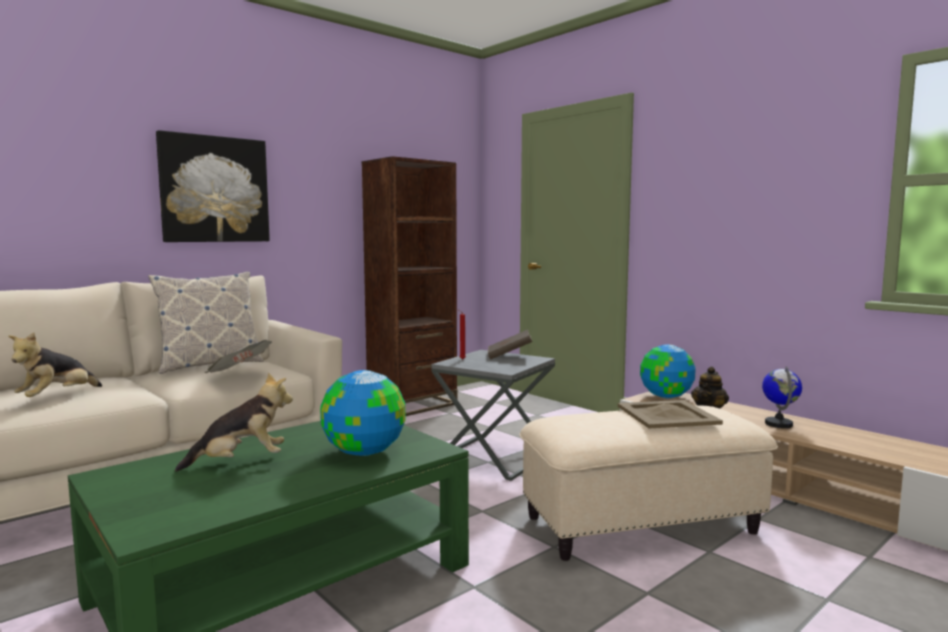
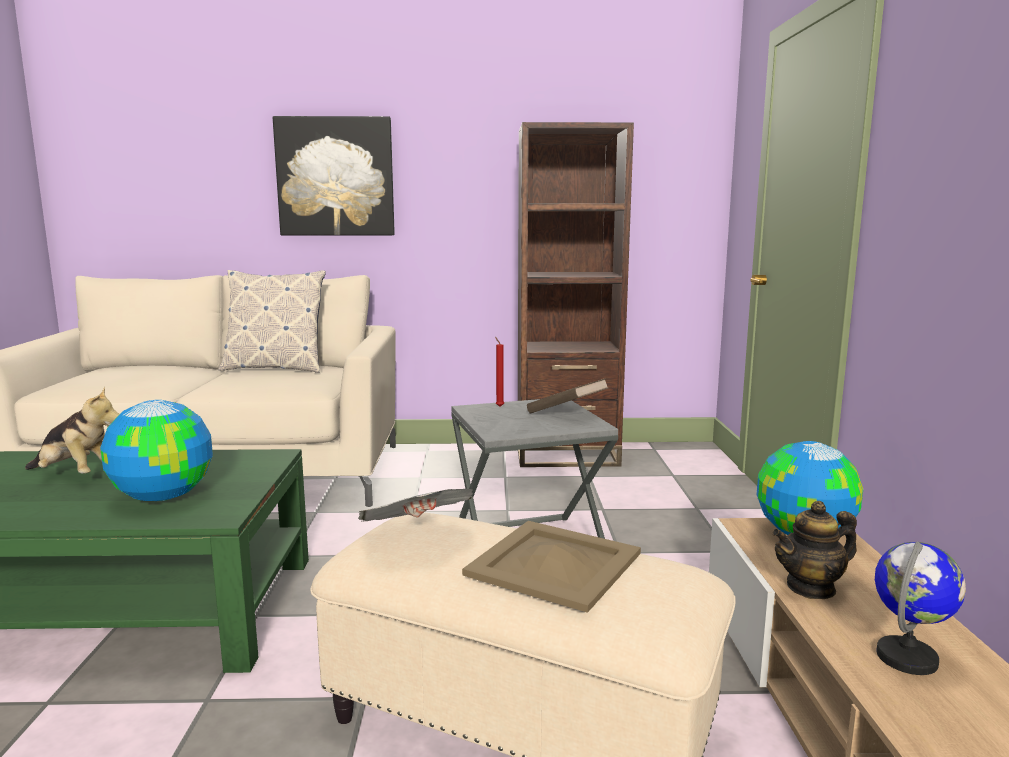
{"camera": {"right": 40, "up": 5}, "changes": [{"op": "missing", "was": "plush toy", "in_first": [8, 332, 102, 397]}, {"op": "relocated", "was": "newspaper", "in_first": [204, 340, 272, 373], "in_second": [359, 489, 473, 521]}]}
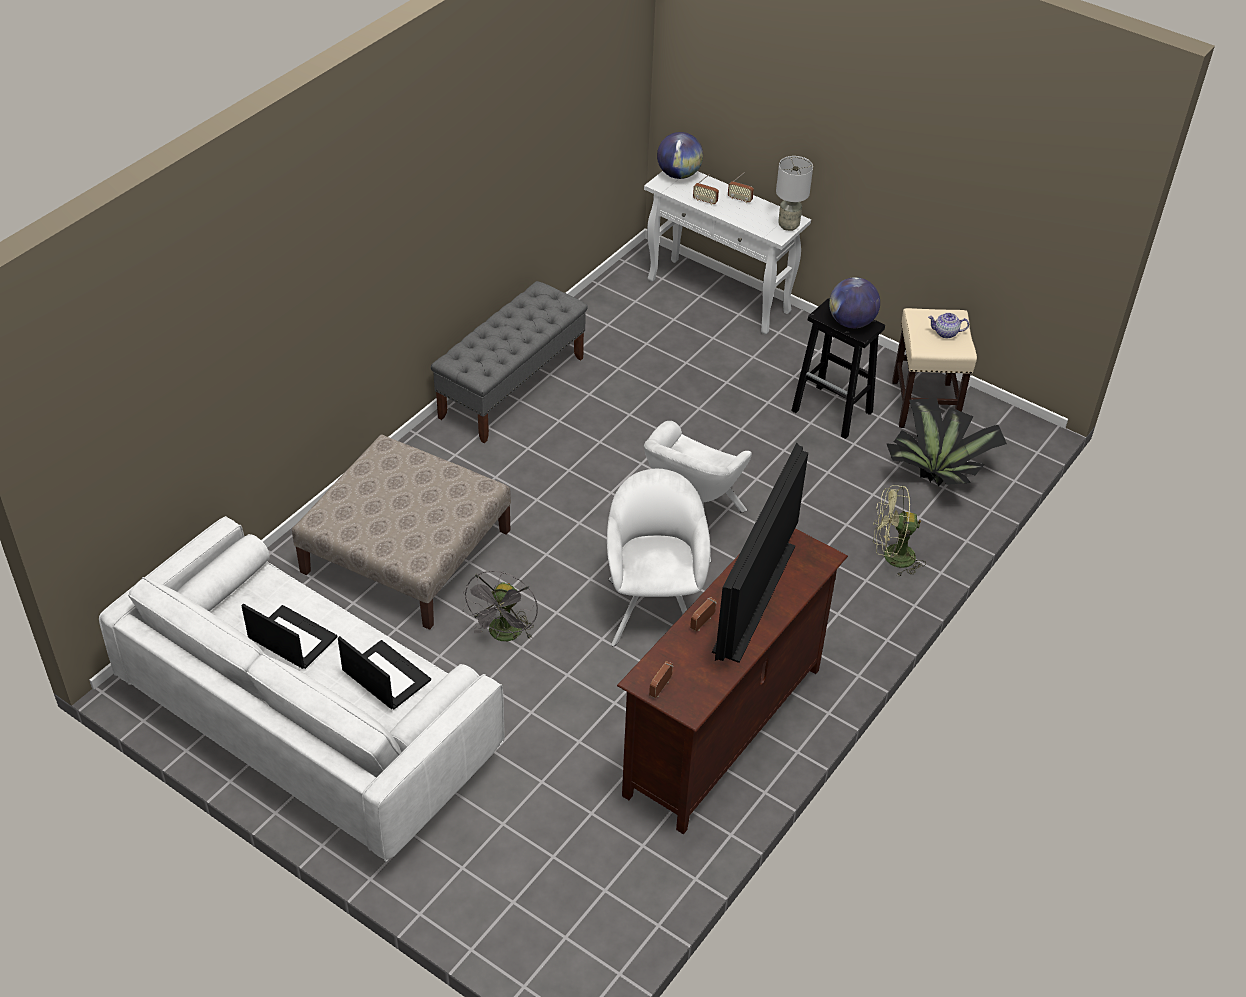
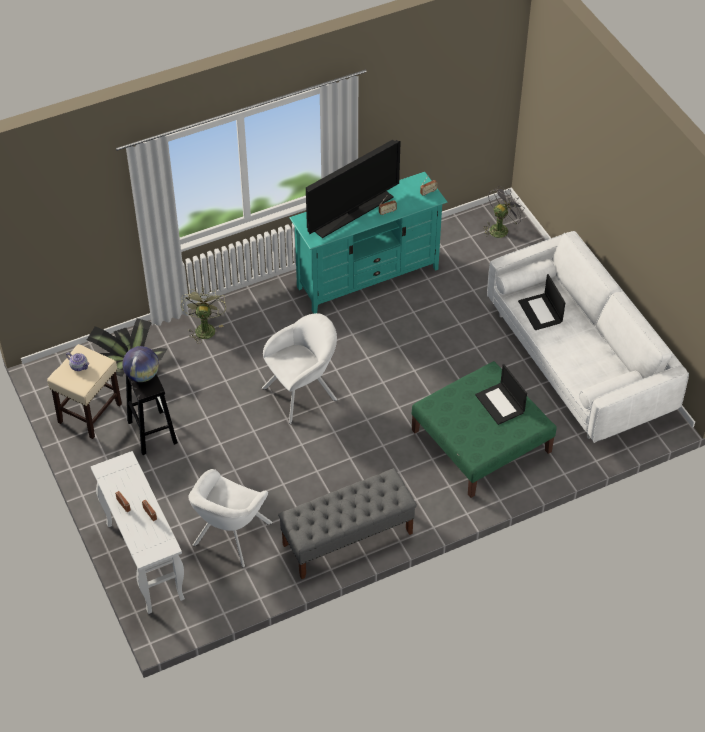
{"camera": {"right": -150, "up": 5}, "changes": [{"op": "relocated", "was": "laptop", "in_first": [241, 604, 337, 669], "in_second": [475, 364, 527, 425]}, {"op": "colour", "was": "ottoman in beige", "now": "ottoman in green", "in_first": [292, 435, 511, 630], "in_second": [411, 361, 557, 498]}, {"op": "relocated", "was": "fan in grey", "in_first": [463, 571, 538, 641], "in_second": [483, 186, 525, 238]}, {"op": "relocated", "was": "armchair in white", "in_first": [607, 468, 711, 646], "in_second": [188, 469, 273, 568]}, {"op": "colour", "was": "tv stand in brown", "now": "tv stand in turquoise", "in_first": [617, 529, 848, 834], "in_second": [289, 172, 448, 314]}, {"op": "missing", "was": "globe", "in_first": [657, 132, 703, 179]}, {"op": "missing", "was": "table lamp in grey", "in_first": [776, 156, 813, 231]}, {"op": "spun", "was": "fan in green", "in_first": [873, 485, 926, 576], "in_second": [181, 288, 226, 344], "clockwise": -120}]}
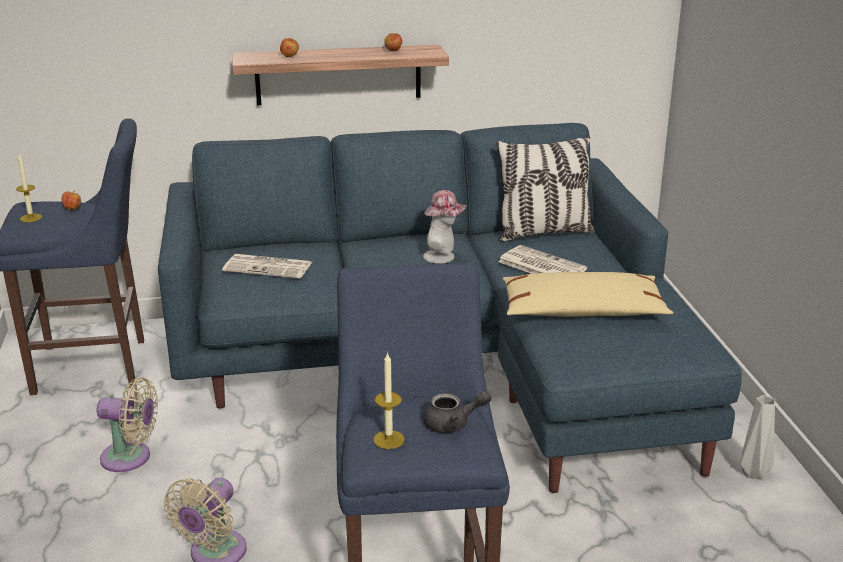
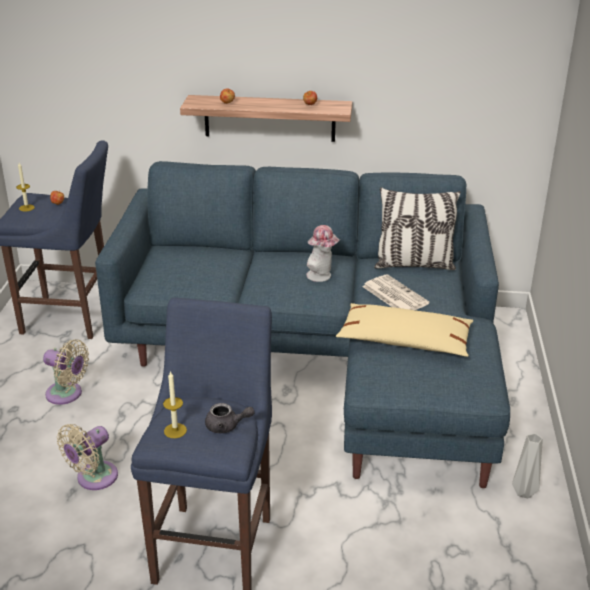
{"camera": {"right": 15, "up": 5}, "changes": [{"op": "missing", "was": "newspaper", "in_first": [222, 254, 312, 279]}]}
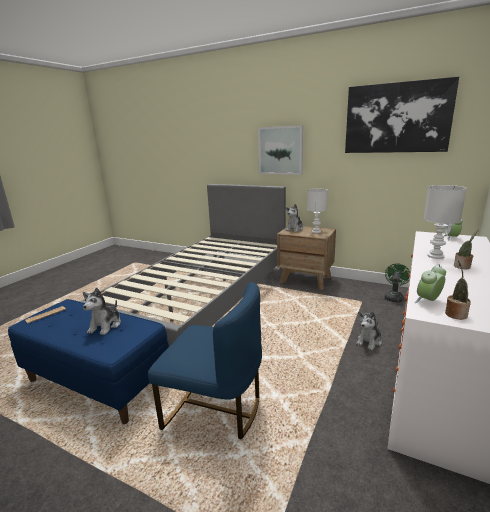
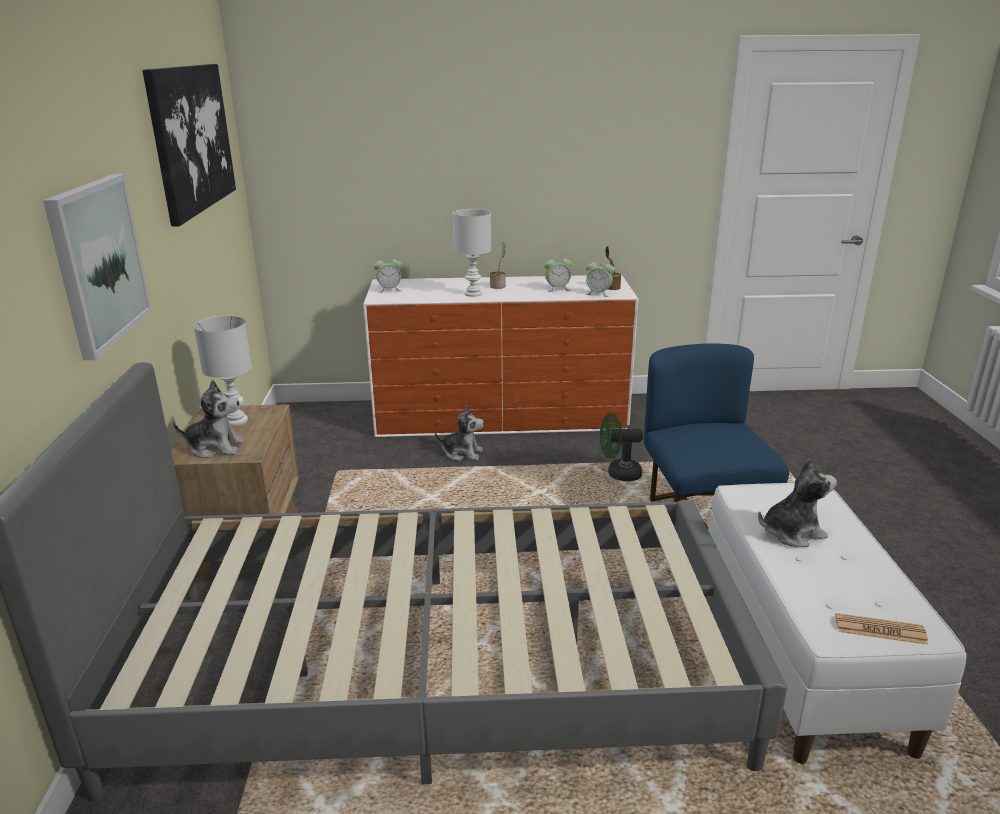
{"camera": {"right": -120, "up": 5}, "changes": [{"op": "colour", "was": "bench in blue", "now": "bench in white", "in_first": [8, 299, 169, 424], "in_second": [708, 483, 966, 764]}, {"op": "relocated", "was": "fan in green", "in_first": [385, 263, 410, 302], "in_second": [600, 413, 643, 481]}, {"op": "appeared", "now": "alarm clock", "in_second": [544, 254, 572, 292]}]}
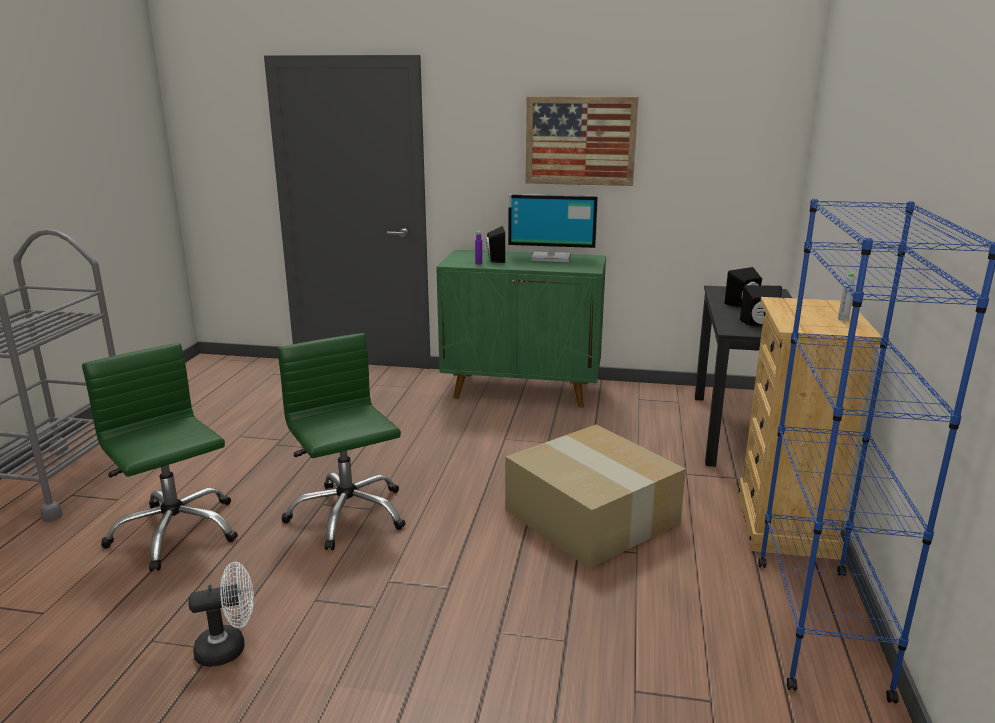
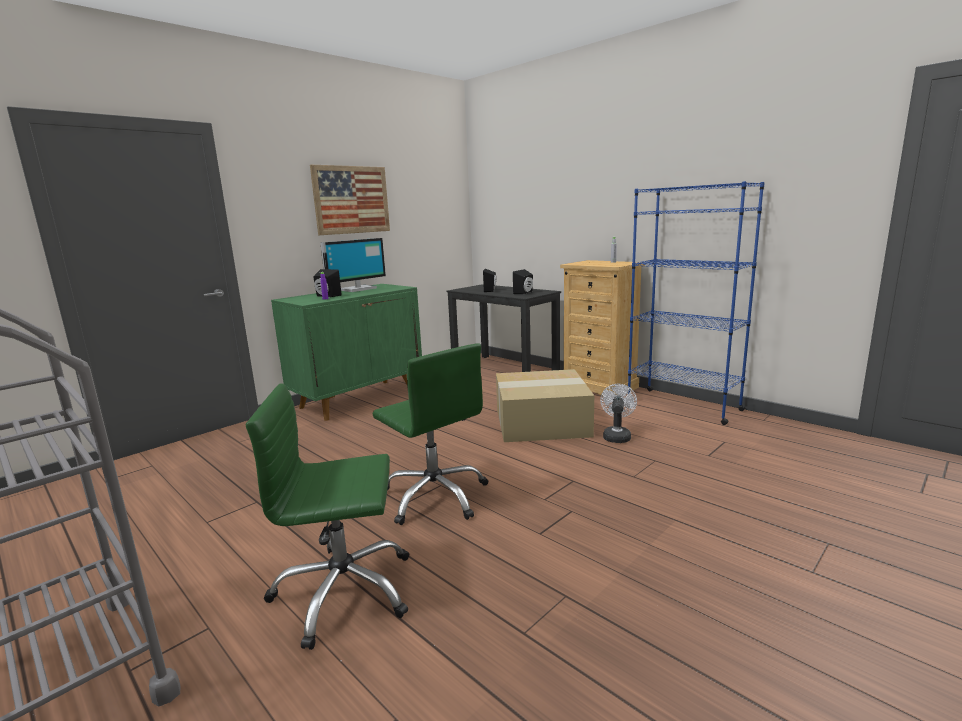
{"camera": {"right": -55, "up": -5}, "changes": [{"op": "relocated", "was": "fan in white", "in_first": [188, 562, 254, 667], "in_second": [600, 384, 637, 443]}, {"op": "spun", "was": "office chair in green", "in_first": [277, 333, 406, 550], "in_second": [372, 343, 488, 525], "clockwise": -135}]}
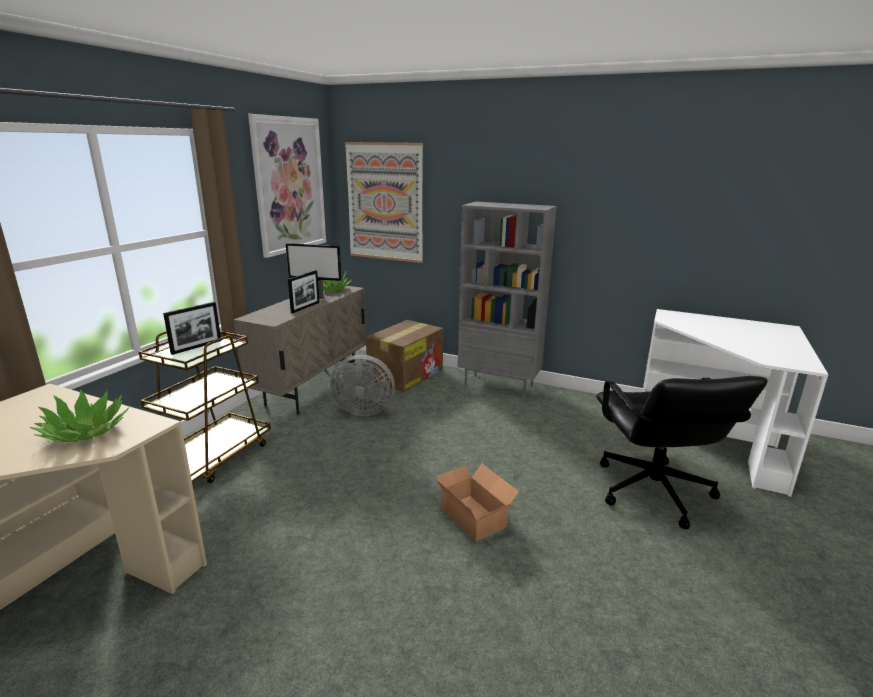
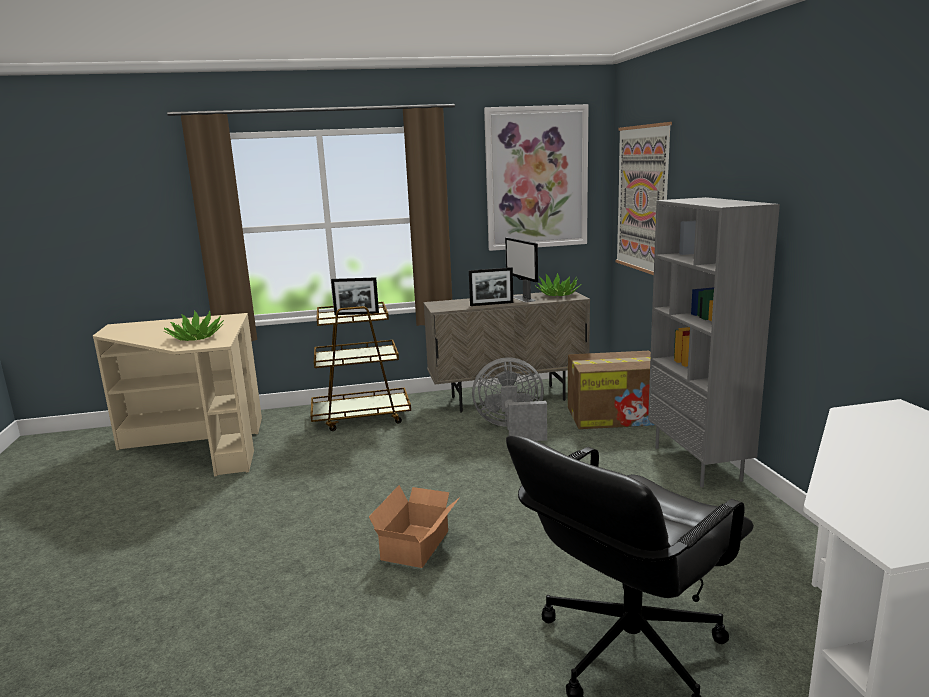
{"camera": {"right": 55, "up": -5}, "changes": [{"op": "spun", "was": "fan in grey", "in_first": [330, 355, 395, 416], "in_second": [472, 357, 547, 441], "clockwise": 120}]}
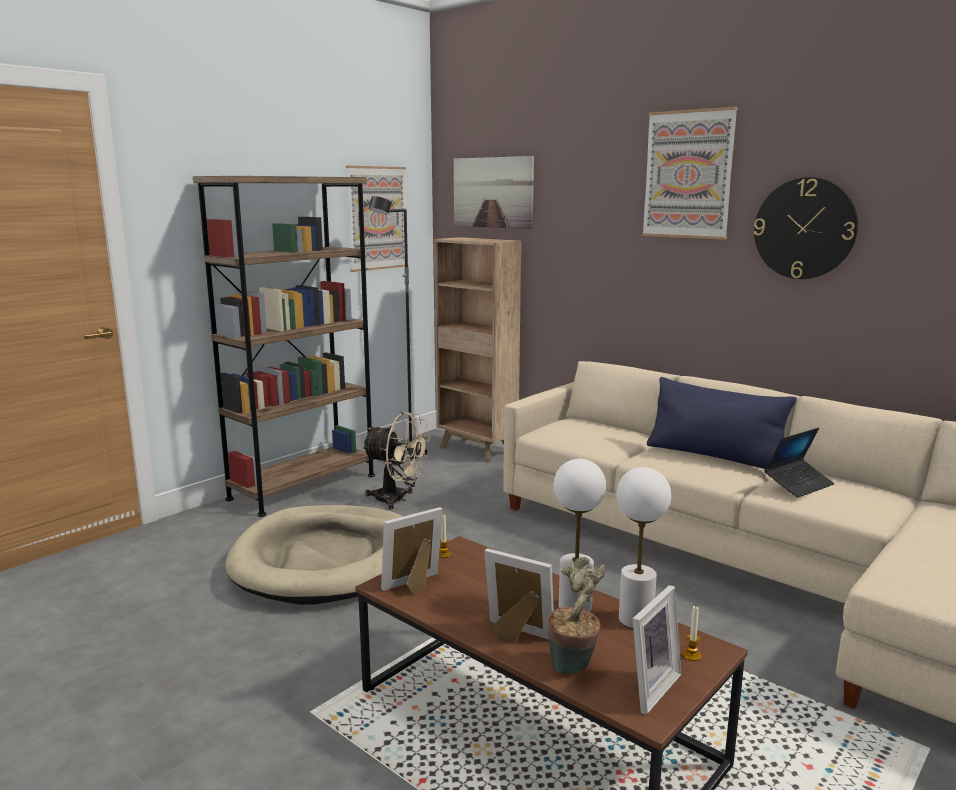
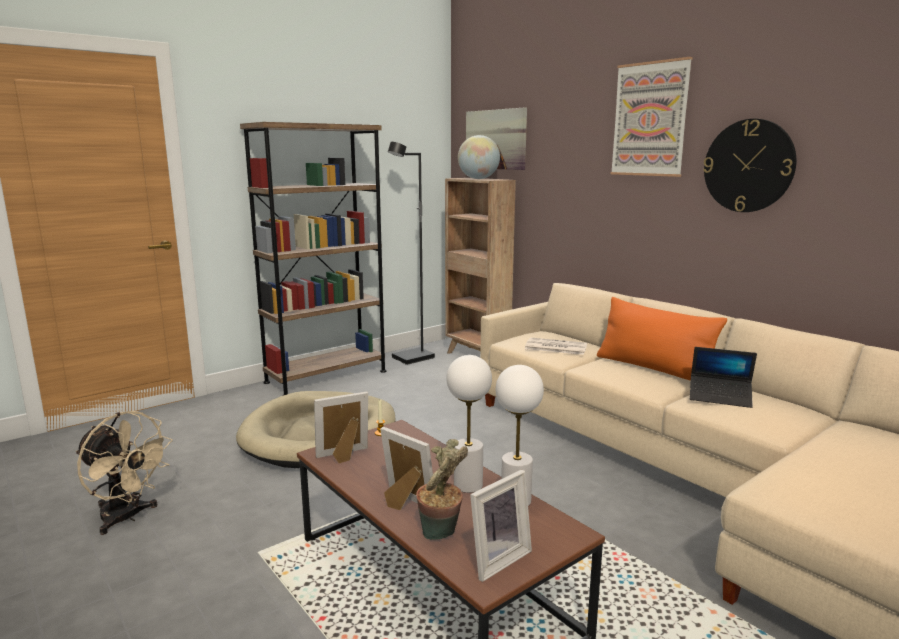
{"camera": {"right": 10, "up": 0}, "changes": [{"op": "missing", "was": "picture", "in_first": [346, 166, 406, 272]}, {"op": "relocated", "was": "fan in beige", "in_first": [362, 412, 431, 510], "in_second": [76, 411, 173, 535]}, {"op": "colour", "was": "pillow in blue", "now": "pillow in orange", "in_first": [647, 377, 797, 469], "in_second": [597, 297, 727, 381]}, {"op": "missing", "was": "candle", "in_first": [682, 606, 702, 661]}, {"op": "spun", "was": "laptop", "in_first": [764, 428, 835, 498], "in_second": [690, 347, 757, 408], "clockwise": 45}, {"op": "appeared", "now": "globe", "in_second": [458, 135, 500, 179]}, {"op": "appeared", "now": "newspaper", "in_second": [525, 337, 587, 355]}]}
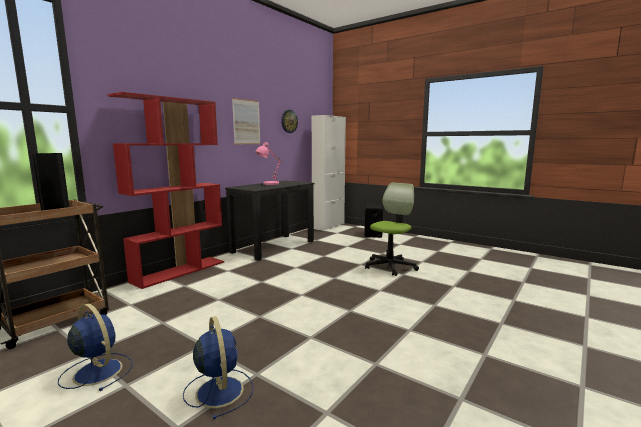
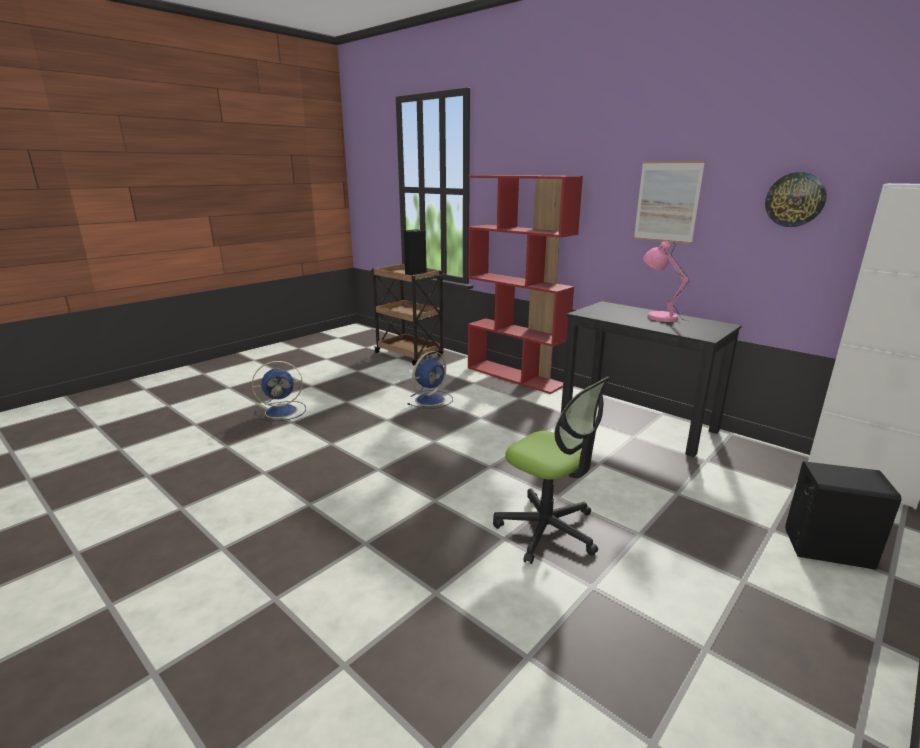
{"camera": {"right": 95, "up": 10}, "changes": [{"op": "relocated", "was": "fan in blue", "in_first": [58, 303, 133, 391], "in_second": [408, 351, 453, 409]}]}
